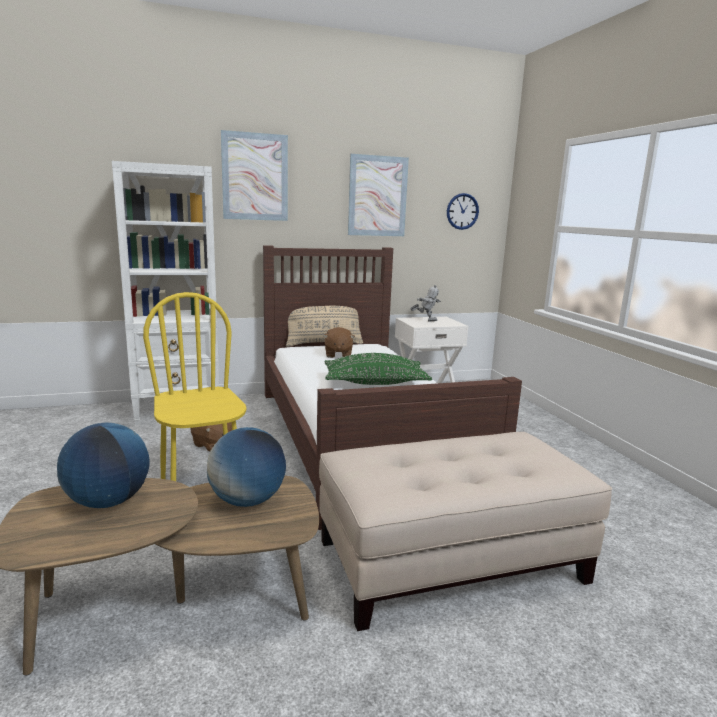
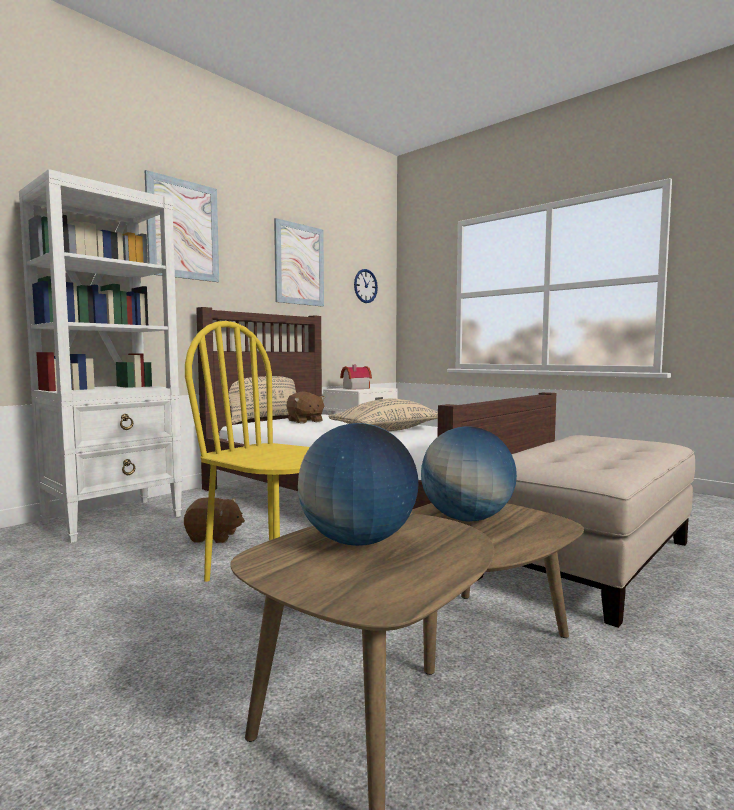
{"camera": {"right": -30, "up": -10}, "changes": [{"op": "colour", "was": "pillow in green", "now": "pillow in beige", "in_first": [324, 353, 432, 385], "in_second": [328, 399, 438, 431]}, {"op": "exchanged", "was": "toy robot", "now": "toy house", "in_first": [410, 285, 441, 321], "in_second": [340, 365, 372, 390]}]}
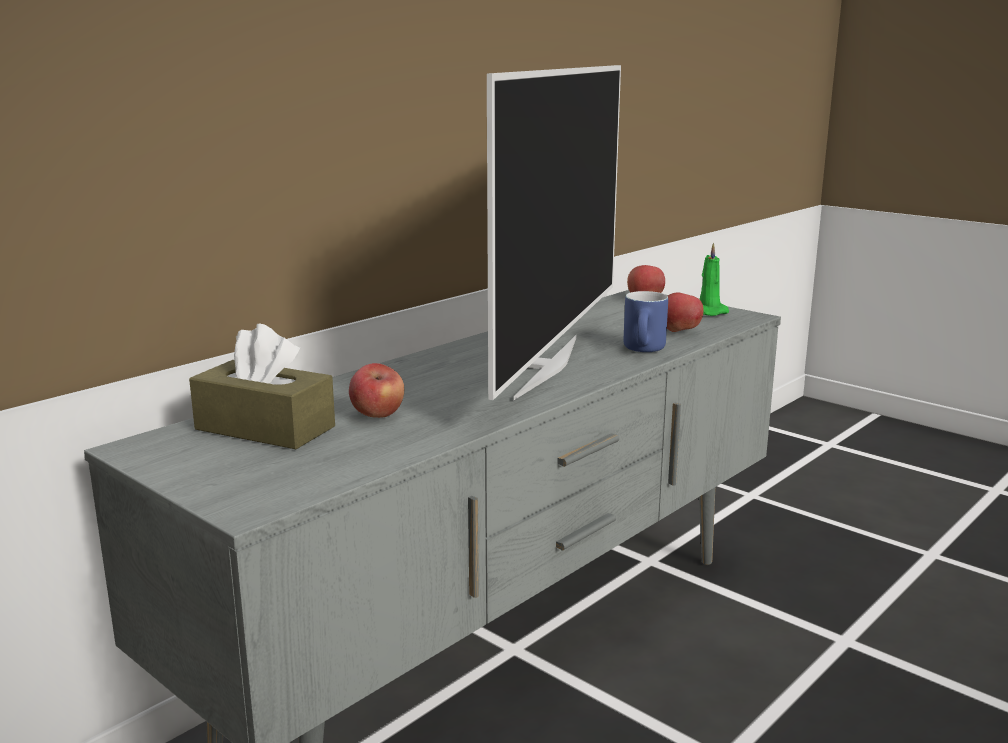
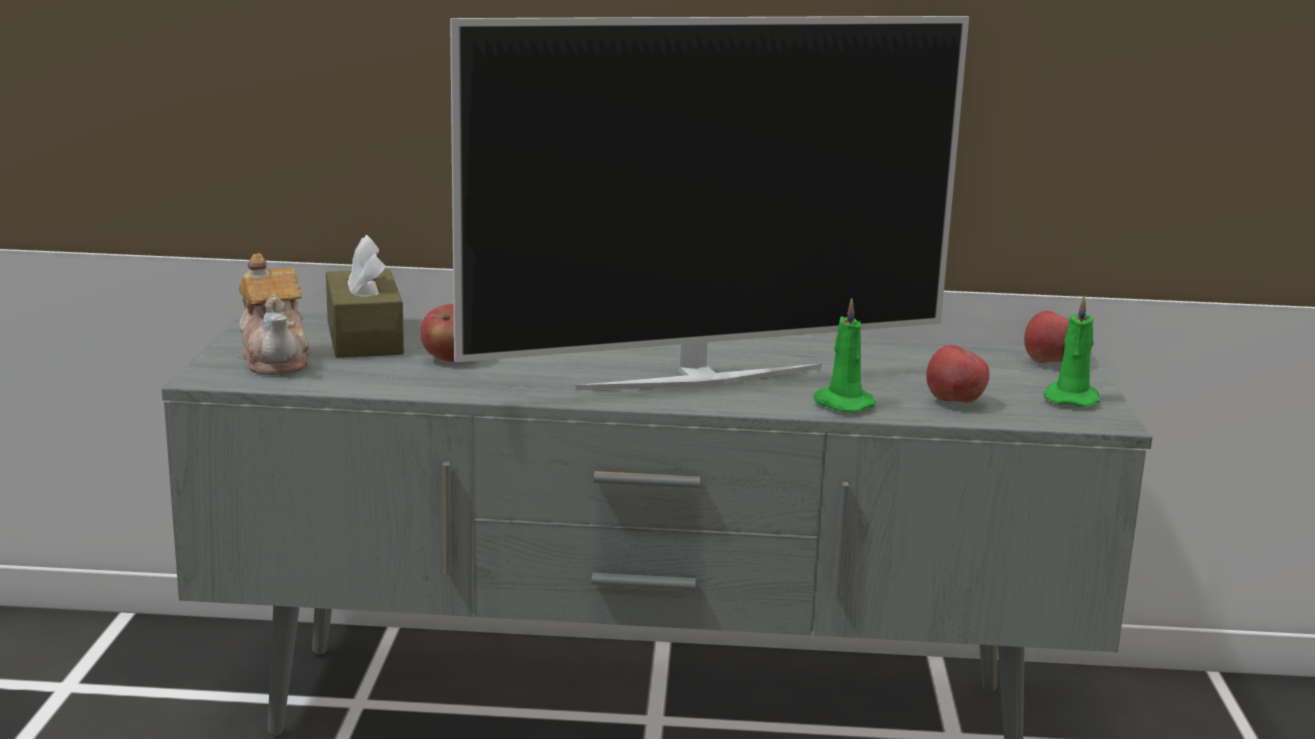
{"camera": {"right": 50, "up": 0}, "changes": [{"op": "exchanged", "was": "mug in blue", "now": "candle in green", "in_first": [624, 291, 668, 352], "in_second": [813, 298, 876, 413]}, {"op": "appeared", "now": "teapot", "in_second": [239, 253, 311, 375]}]}
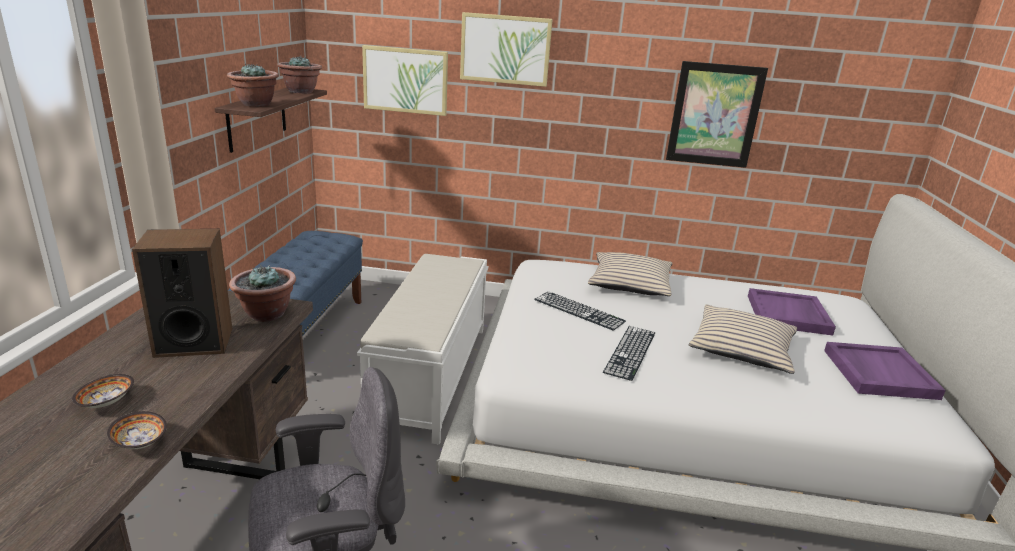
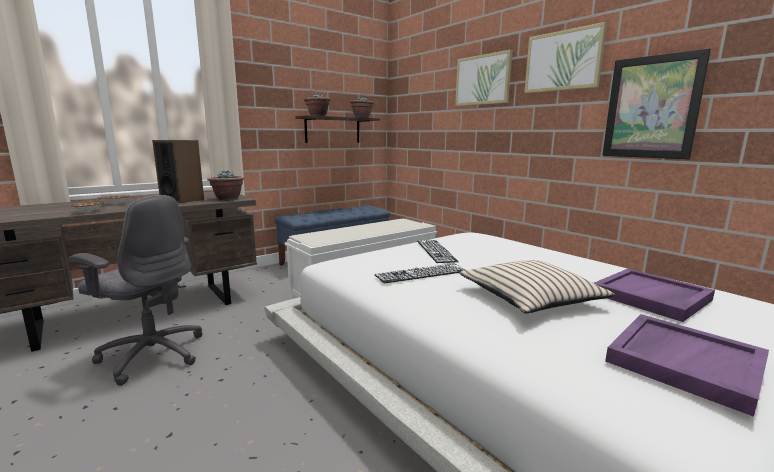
{"camera": {"right": 45, "up": -10}, "changes": [{"op": "relocated", "was": "picture", "in_first": [362, 45, 448, 116], "in_second": [524, 22, 607, 93]}, {"op": "missing", "was": "pillow in beige", "in_first": [588, 252, 672, 296]}]}
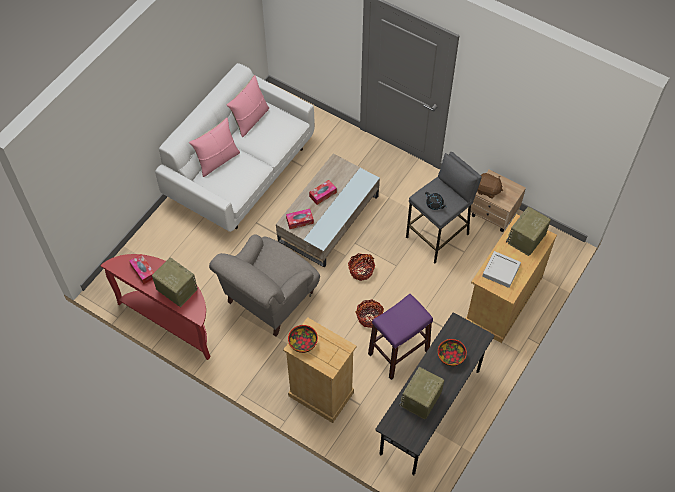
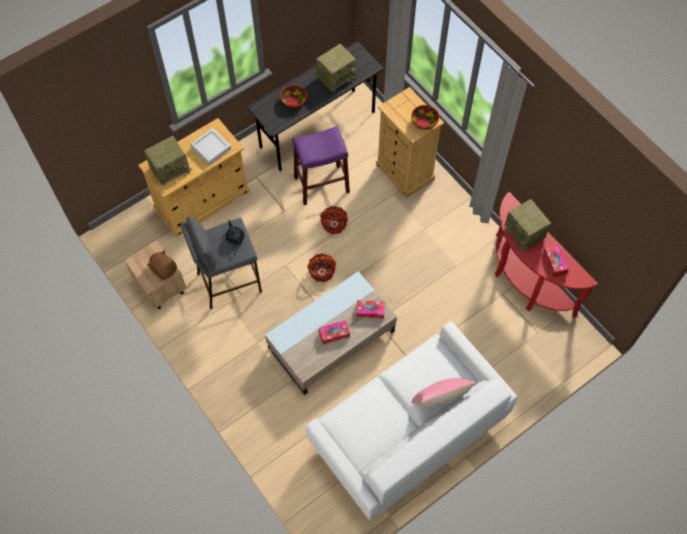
{"camera": {"right": -160, "up": 5}, "changes": [{"op": "missing", "was": "armchair in grey", "in_first": [209, 234, 320, 337]}, {"op": "missing", "was": "pillow in pink", "in_first": [227, 75, 269, 137]}]}
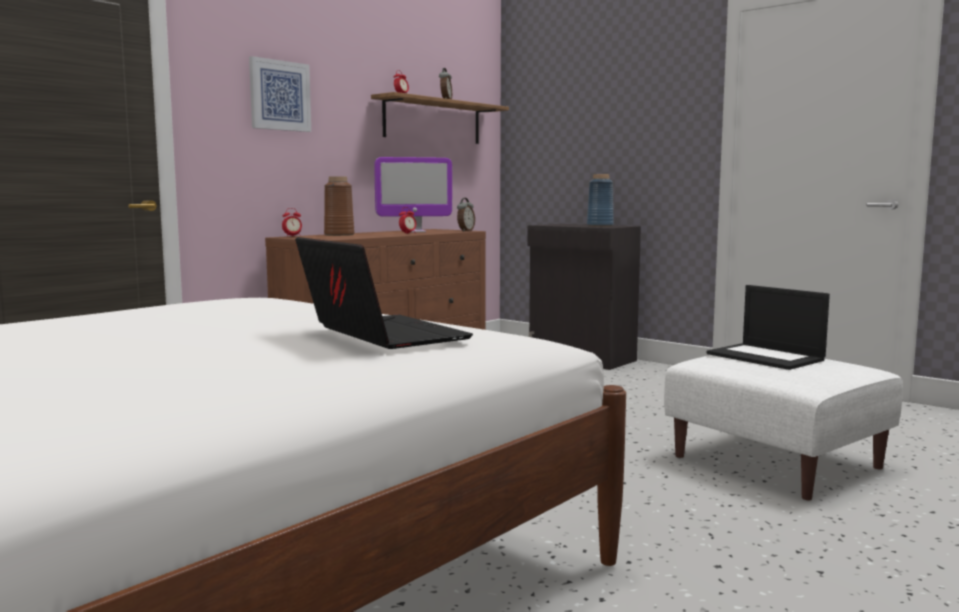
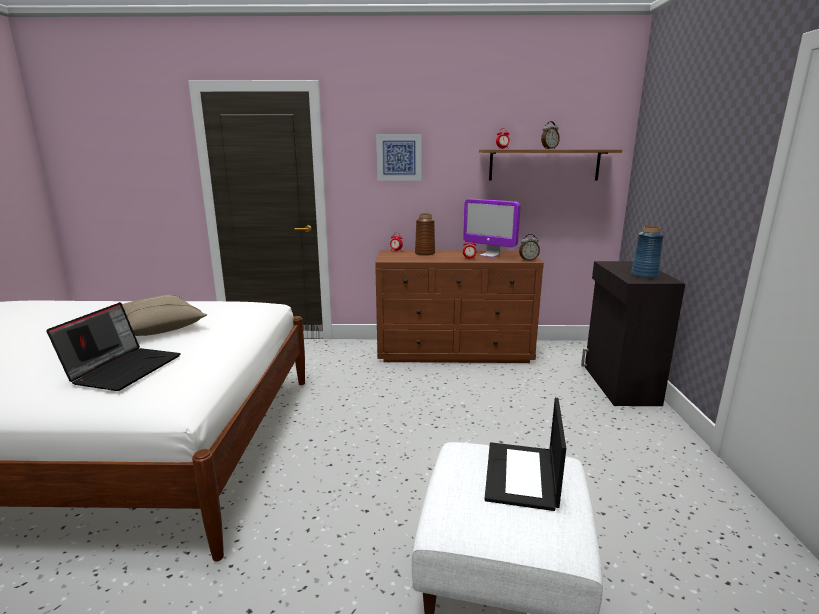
{"camera": {"right": 50, "up": 10}, "changes": [{"op": "appeared", "now": "pillow in beige", "in_second": [122, 295, 207, 336]}]}
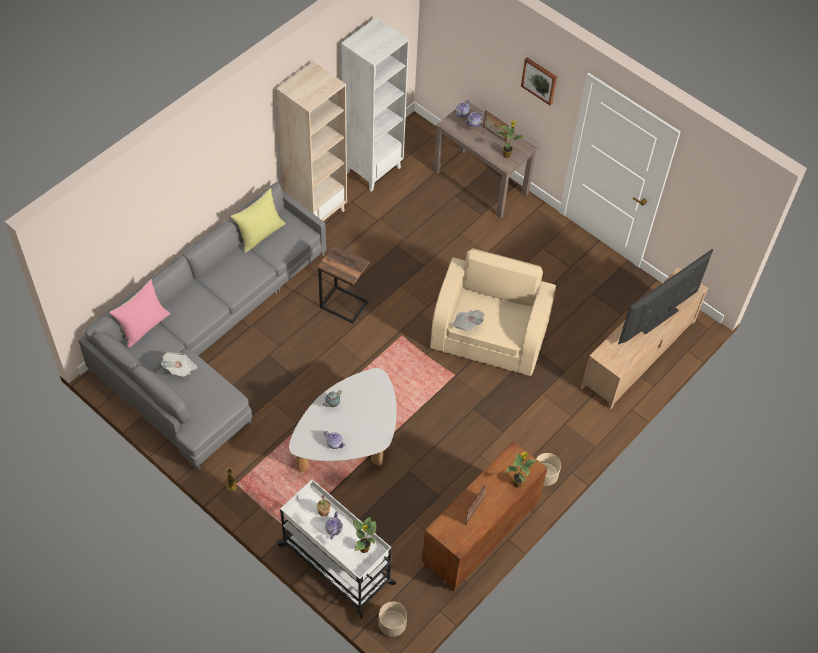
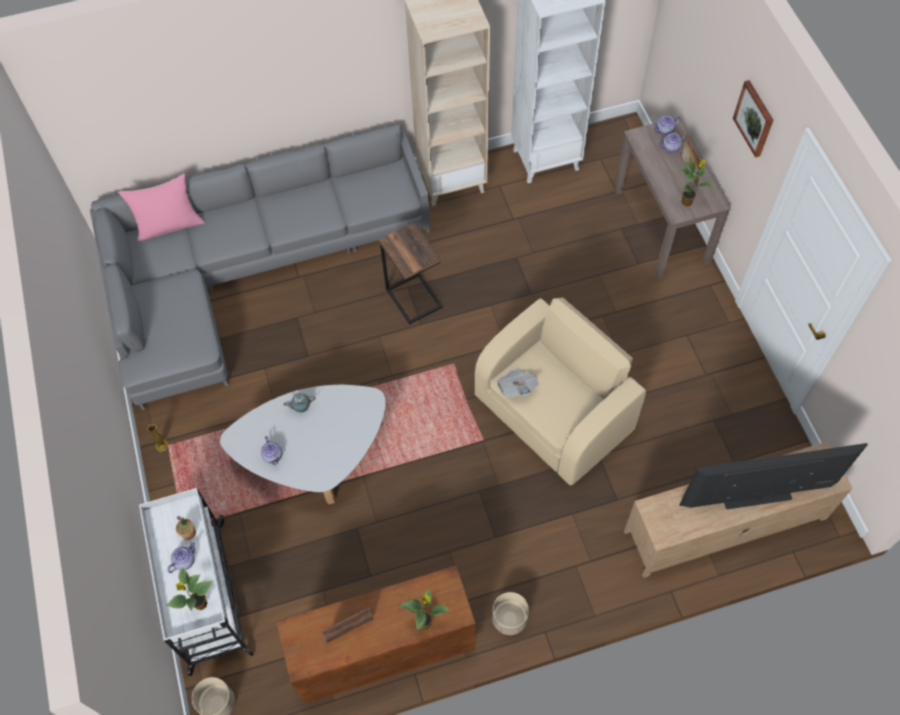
{"camera": {"right": 35, "up": 5}, "changes": [{"op": "missing", "was": "newspaper", "in_first": [161, 352, 198, 377]}, {"op": "missing", "was": "pillow in yellow", "in_first": [231, 188, 286, 253]}]}
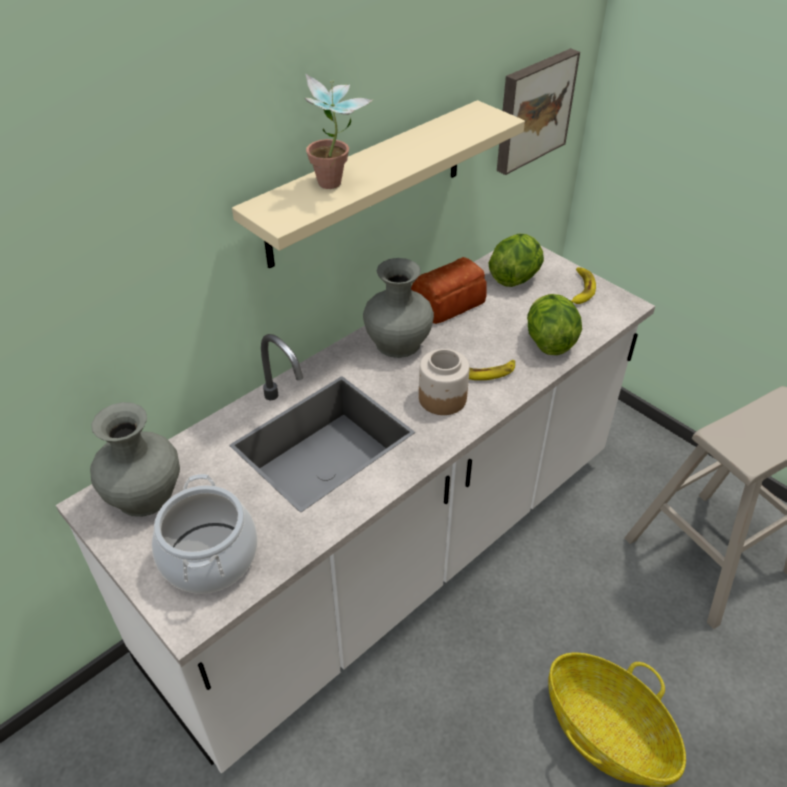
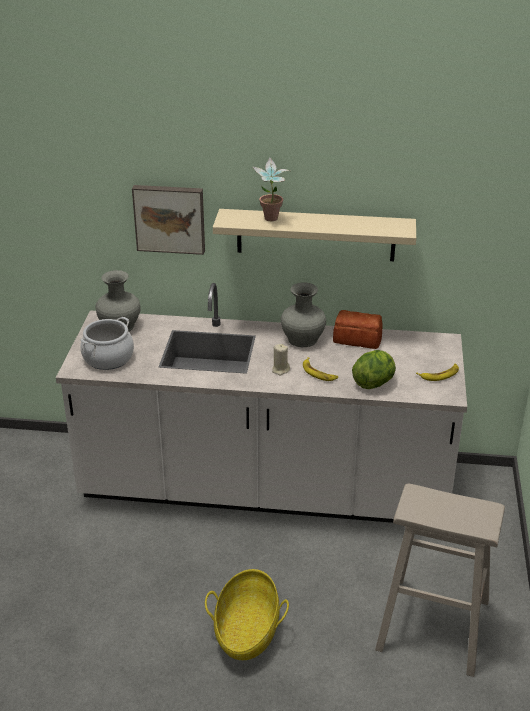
{"camera": {"right": 50, "up": -10}, "changes": [{"op": "exchanged", "was": "jar", "now": "candle in beige", "in_first": [419, 349, 470, 415], "in_second": [272, 344, 290, 375]}, {"op": "missing", "was": "lettuce", "in_first": [488, 234, 544, 287]}, {"op": "relocated", "was": "picture", "in_first": [497, 48, 580, 175], "in_second": [132, 185, 205, 255]}]}
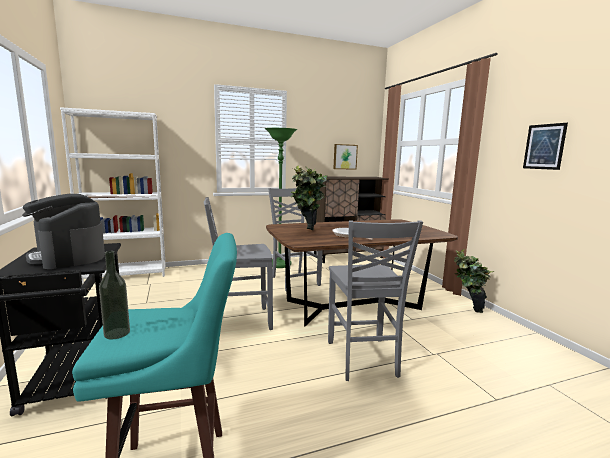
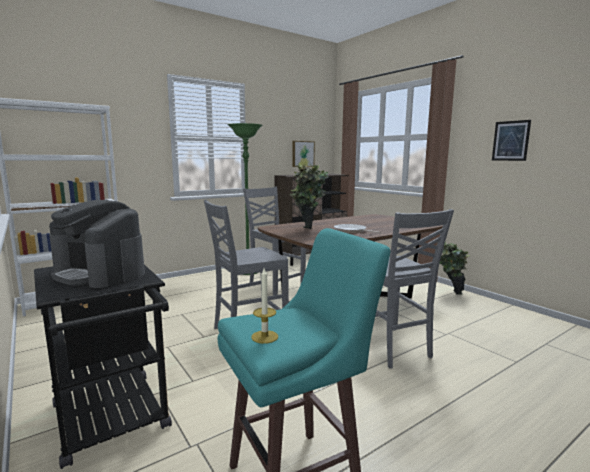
{"camera": {"right": -15, "up": 0}, "changes": [{"op": "exchanged", "was": "bottle", "now": "candle", "in_first": [99, 251, 130, 339], "in_second": [251, 268, 278, 344]}]}
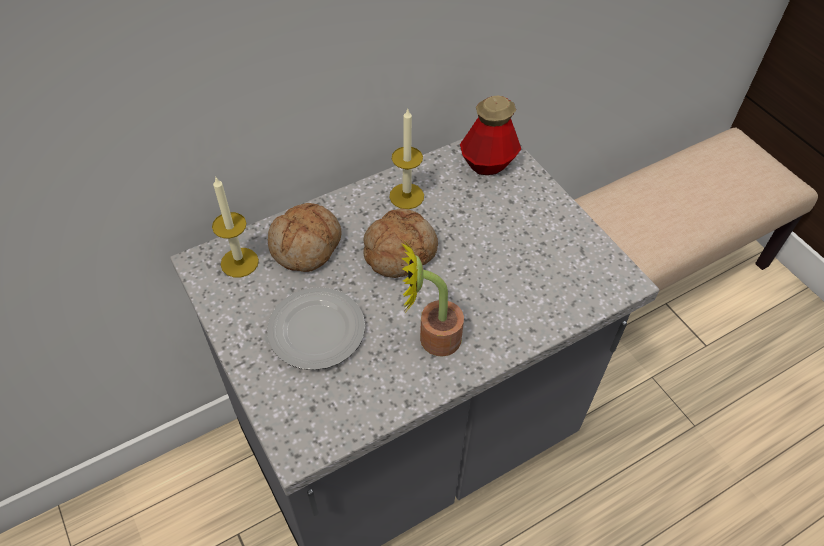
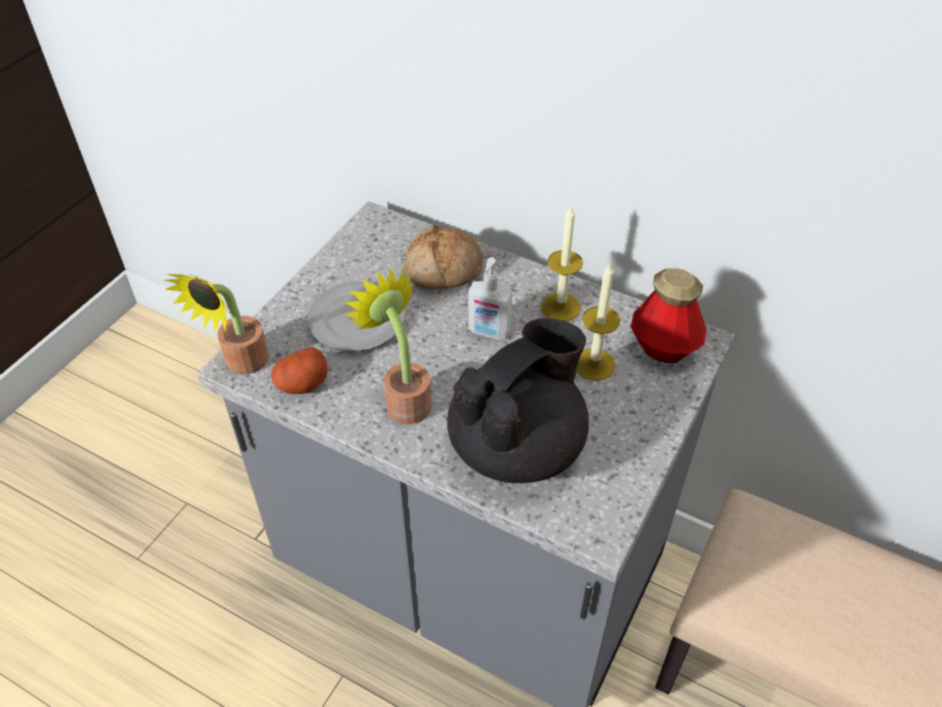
{"camera": {"right": 60, "up": -5}, "changes": [{"op": "relocated", "was": "candle", "in_first": [212, 177, 259, 278], "in_second": [576, 264, 620, 381]}, {"op": "exchanged", "was": "bread", "now": "soap dispenser", "in_first": [363, 209, 438, 278], "in_second": [468, 257, 512, 340]}, {"op": "appeared", "now": "potted plant", "in_second": [164, 274, 269, 374]}, {"op": "appeared", "now": "potato", "in_second": [271, 347, 328, 394]}, {"op": "appeared", "now": "teapot in black", "in_second": [447, 318, 589, 483]}]}
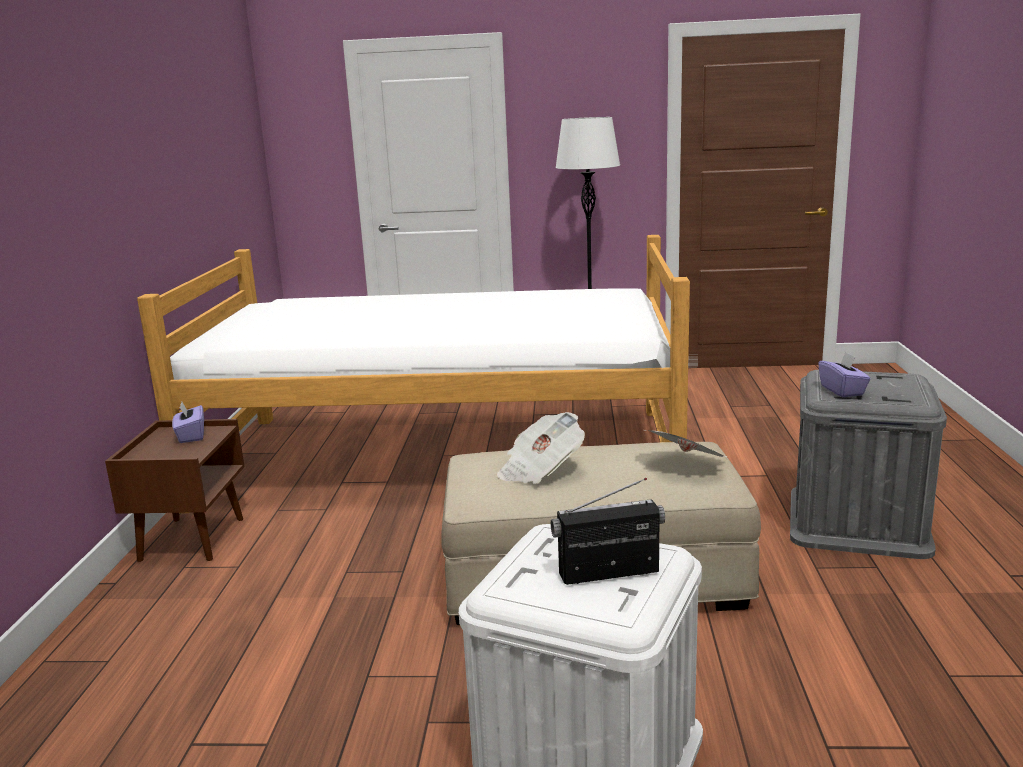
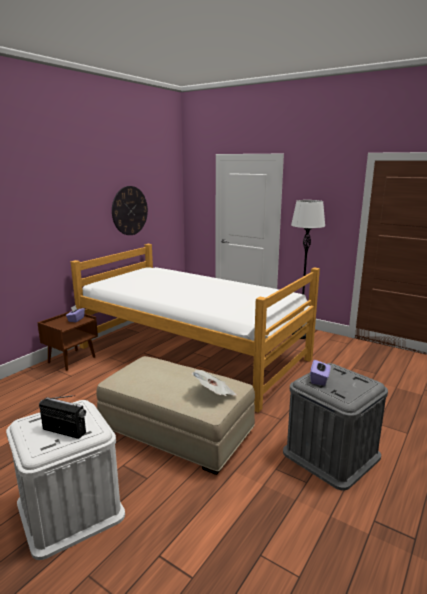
{"camera": {"right": 30, "up": 0}, "changes": [{"op": "missing", "was": "newspaper", "in_first": [497, 412, 585, 484]}, {"op": "appeared", "now": "wall clock", "in_second": [112, 186, 148, 235]}]}
